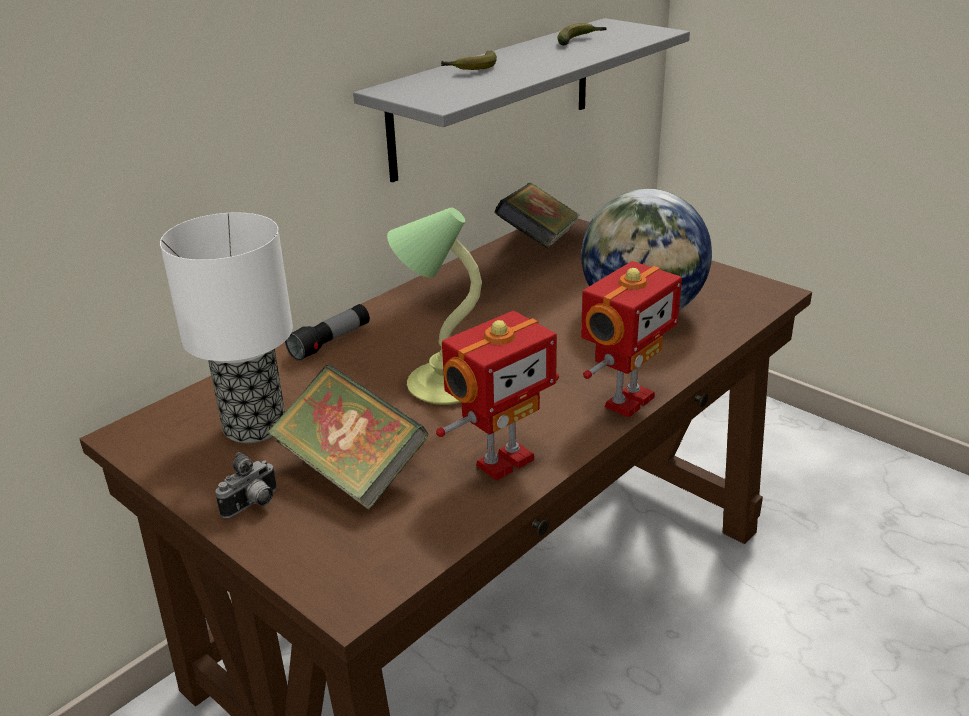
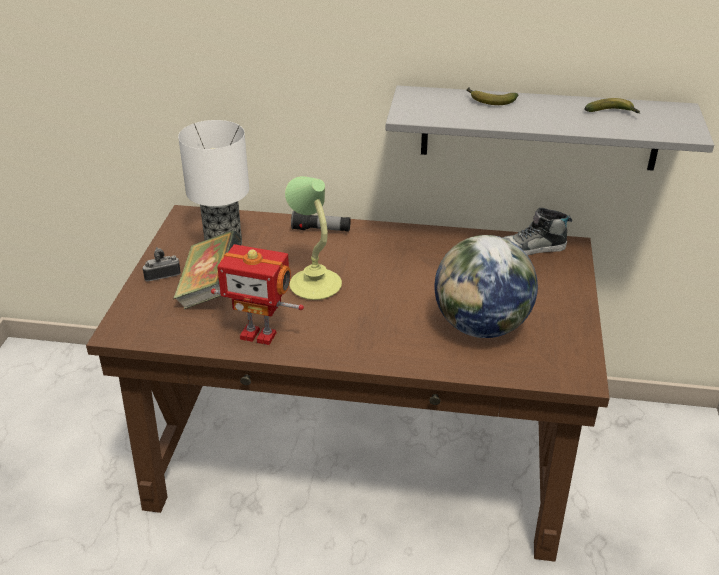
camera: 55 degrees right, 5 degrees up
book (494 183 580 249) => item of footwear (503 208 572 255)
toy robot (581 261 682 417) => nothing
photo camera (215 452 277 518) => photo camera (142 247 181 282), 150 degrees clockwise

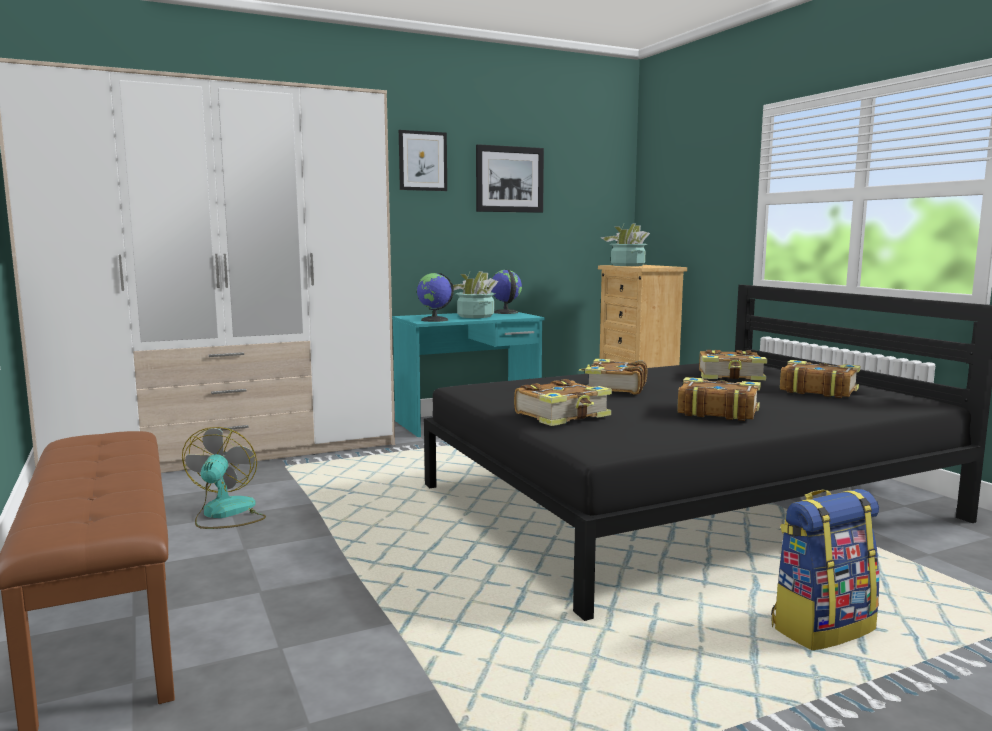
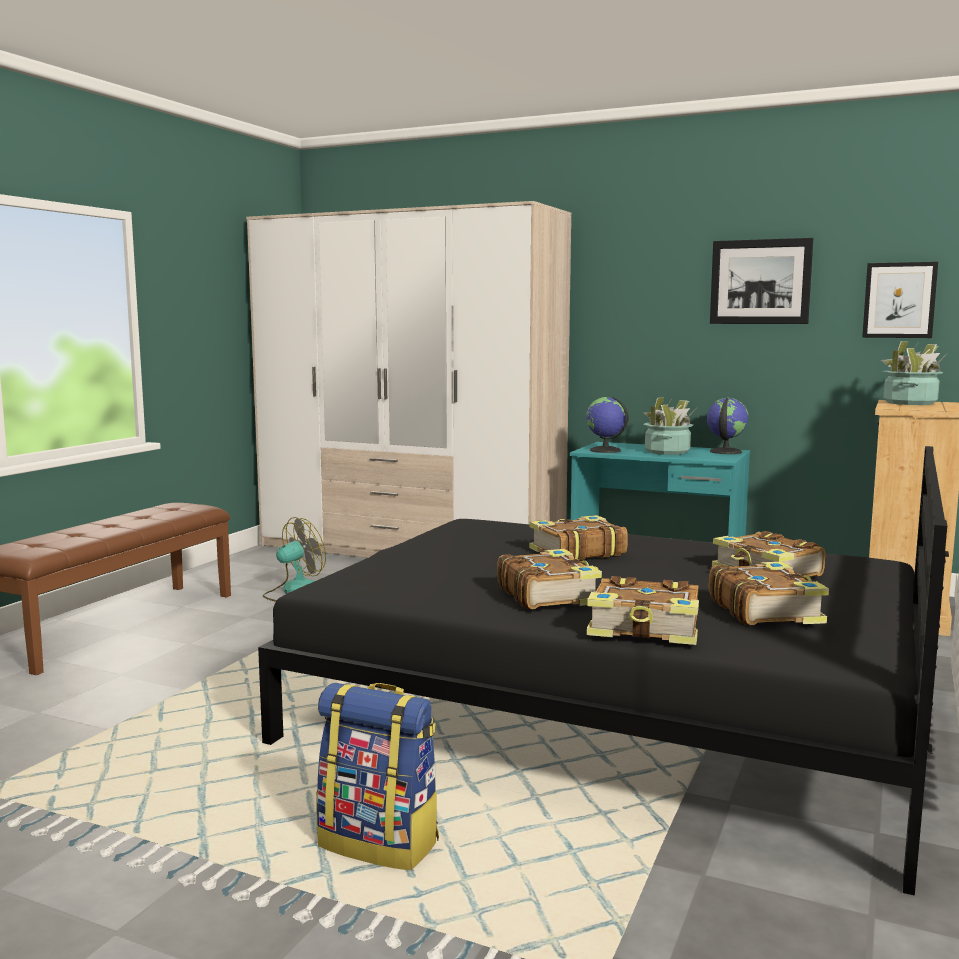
camera: 50 degrees right, 0 degrees up
wall art (399 130 447 191) => wall art (862 262 938 338), shifted
book (514 379 612 426) => book (587 576 699 645), shifted

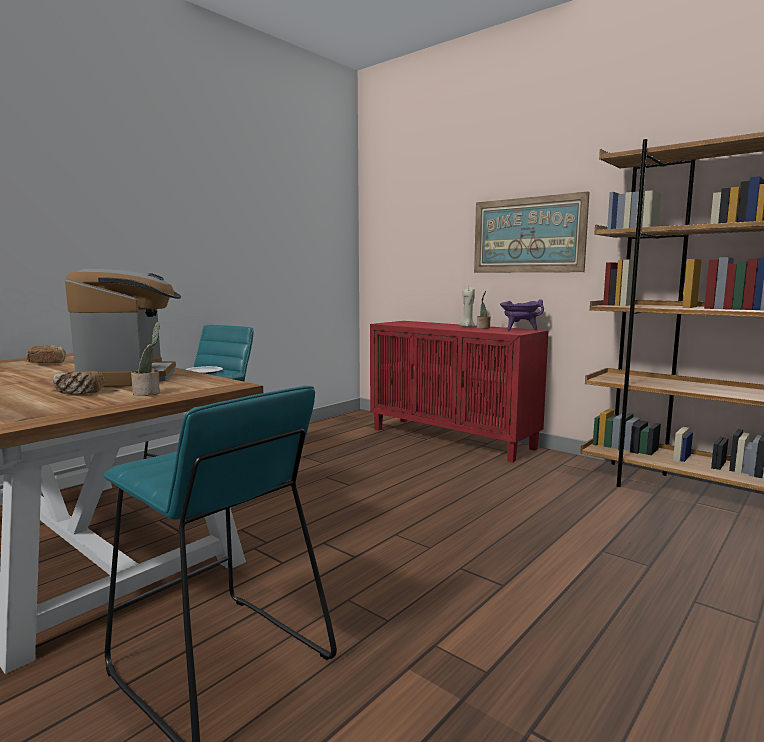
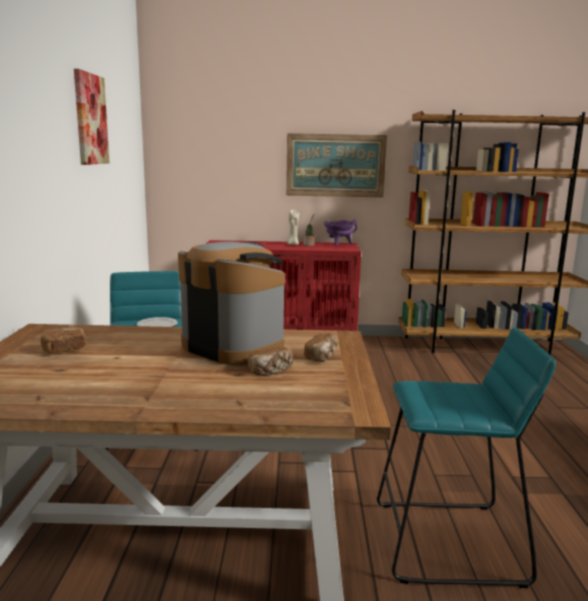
camera: 40 degrees left, 5 degrees up
plant in a pot (131 322 160 396) => baked bread (304 333 337 362)
nothing => wall art (74 69 110 165)

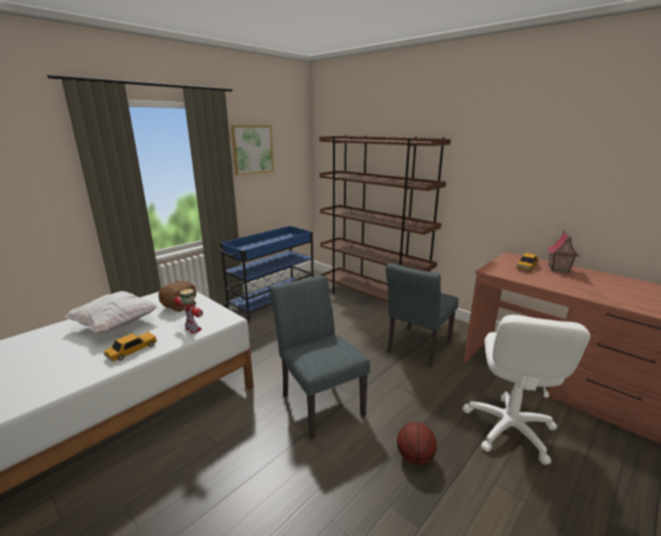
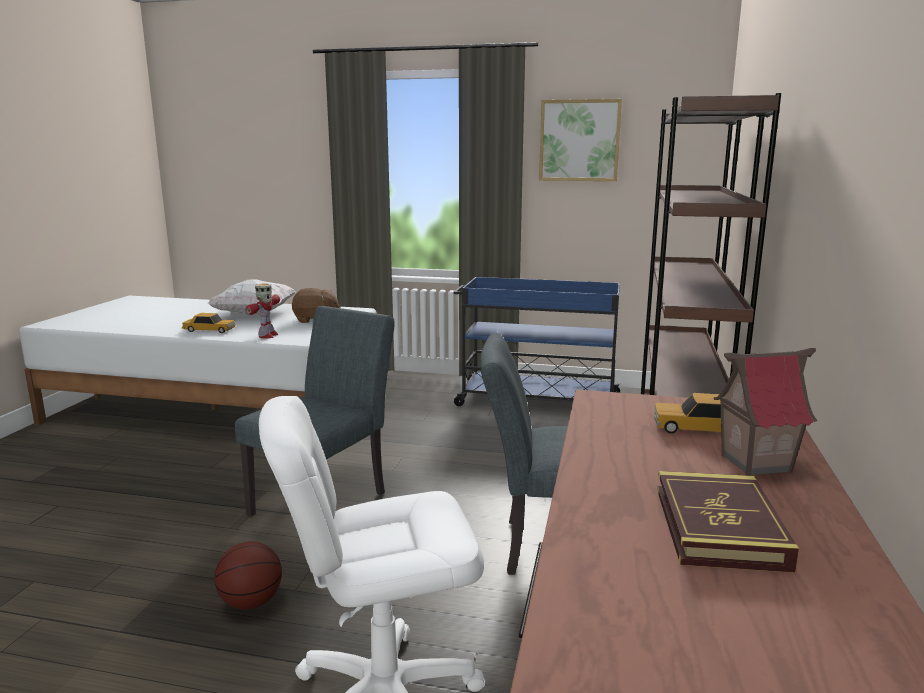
camera: 60 degrees right, 5 degrees down
nothing => book (657 471 799 573)

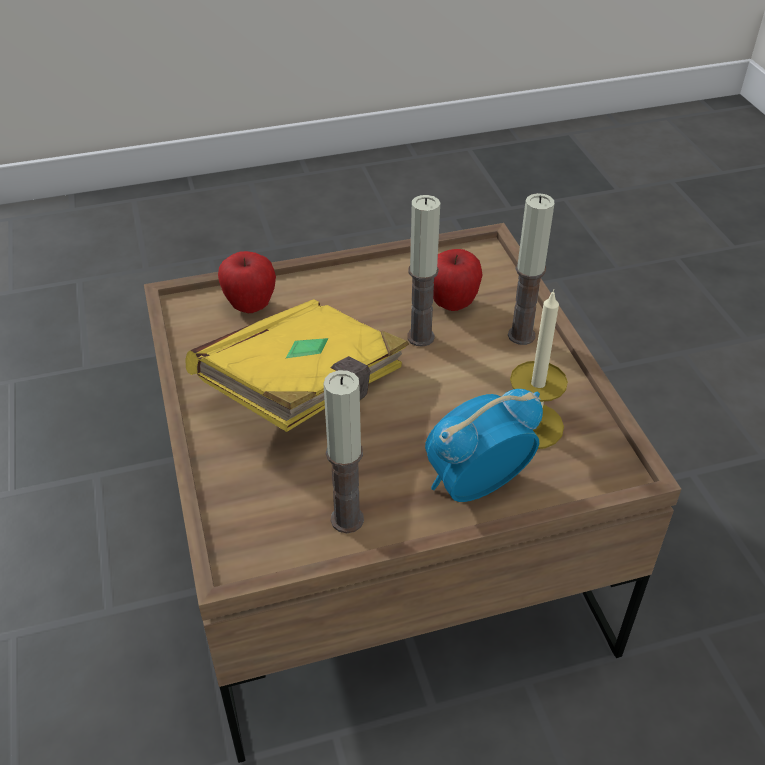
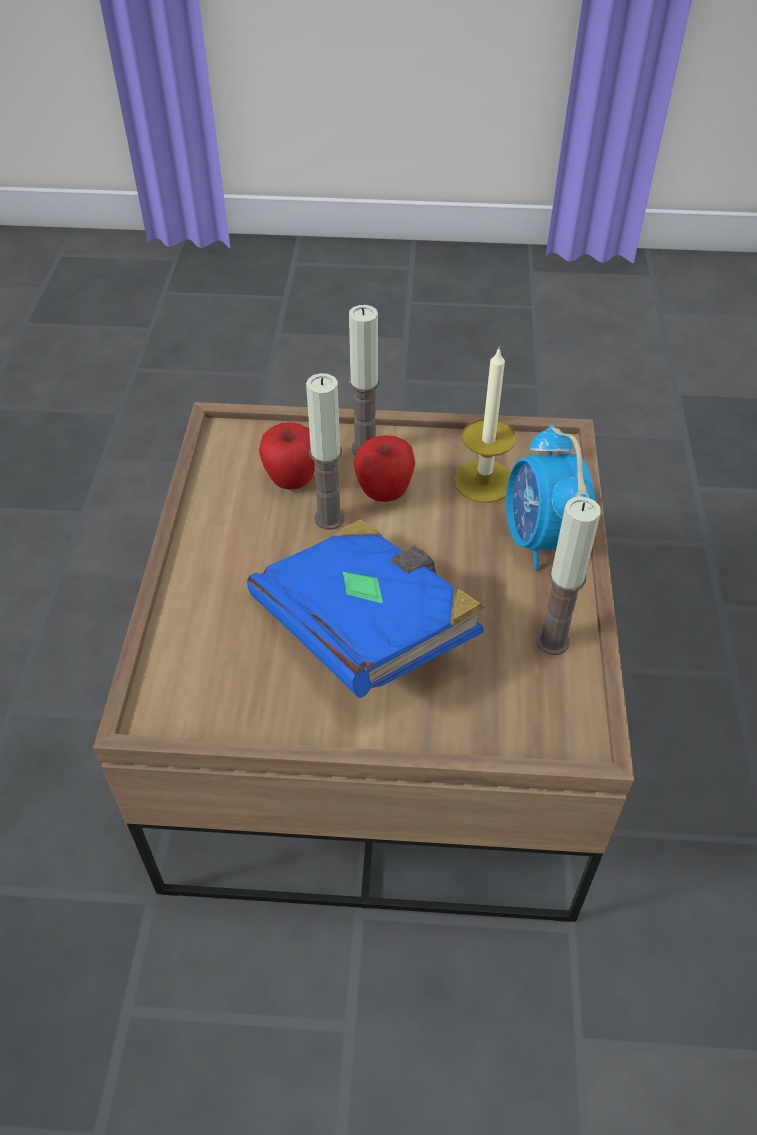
camera: 70 degrees left, 5 degrees up
whole apple (218 251 276 313) => whole apple (353 435 415 502), shifted
yellowish book (186 299 409 432) => blue book (247 519 484 698)

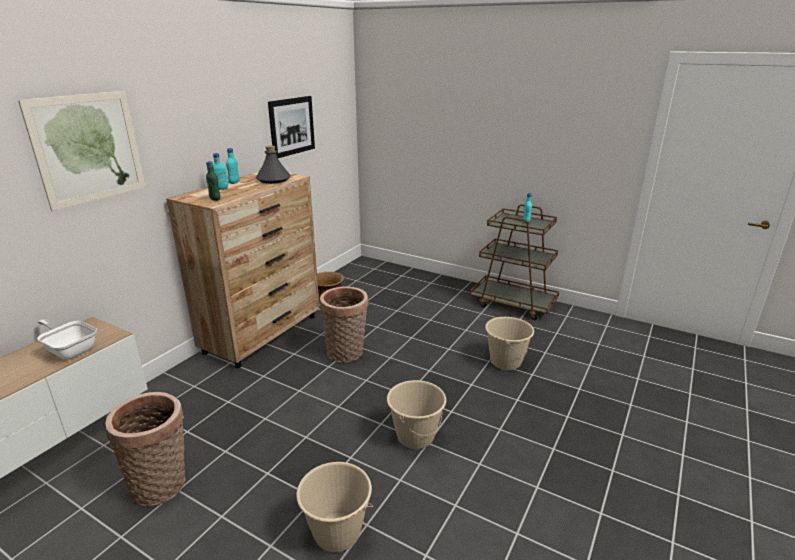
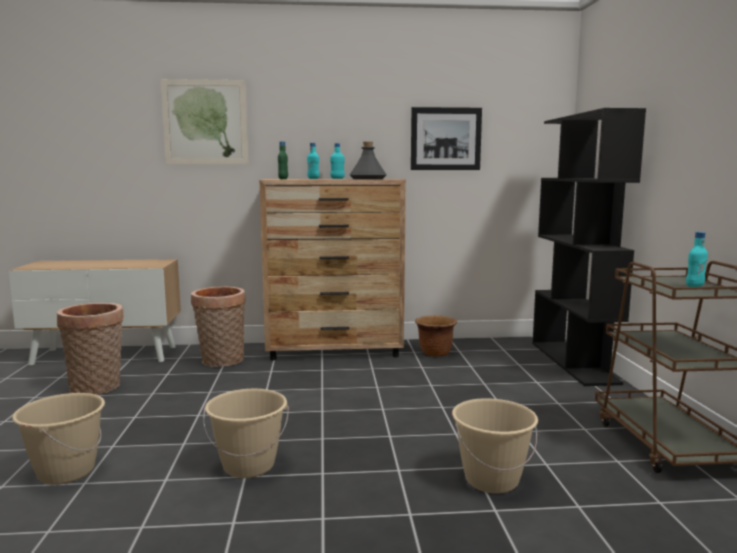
camera: 55 degrees right, 15 degrees down
household basket (320 286 368 362) => household basket (191 286 246 367), shifted
pan (37 319 97 360) => nothing
nothing => blackish shelving unit (532 108 646 386)

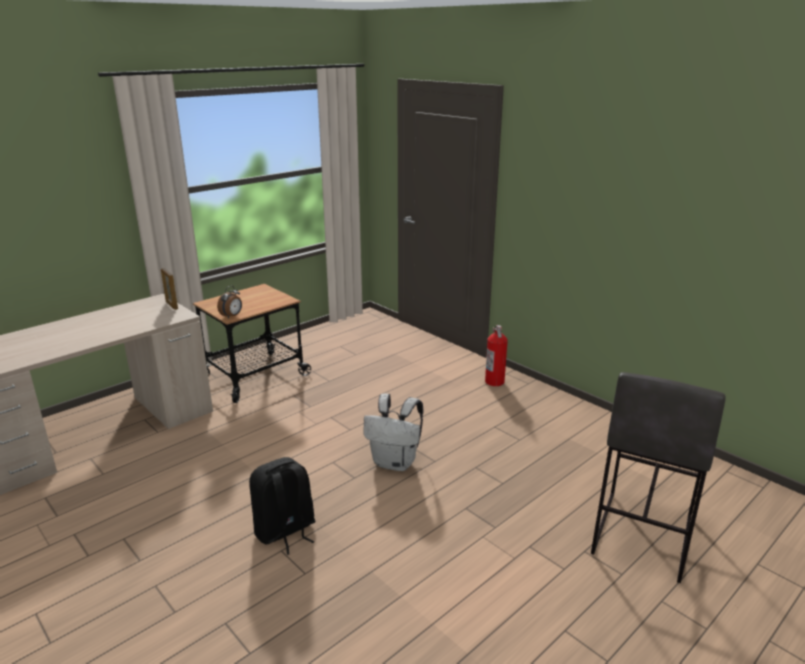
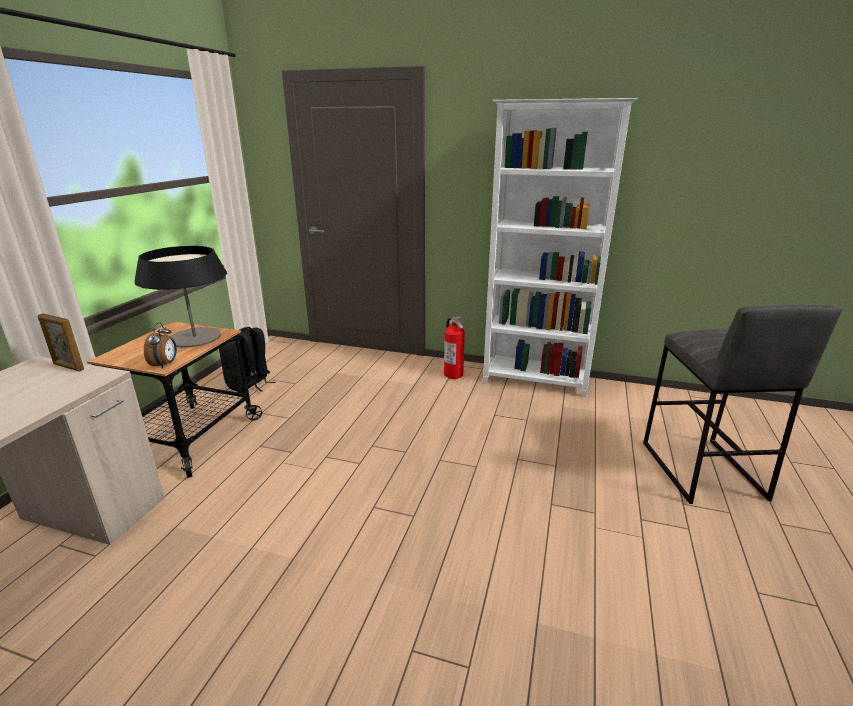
camera: 30 degrees left, 0 degrees up
white-coloured knapsack (363 393 423 471) => nothing
blackish knapsack (249 457 315 555) => blackish knapsack (219 327 276 392), shifted
nothing => white-coloured shelving unit (483 98 638 397)
nothing => lamp for a table (135 246 227 348)

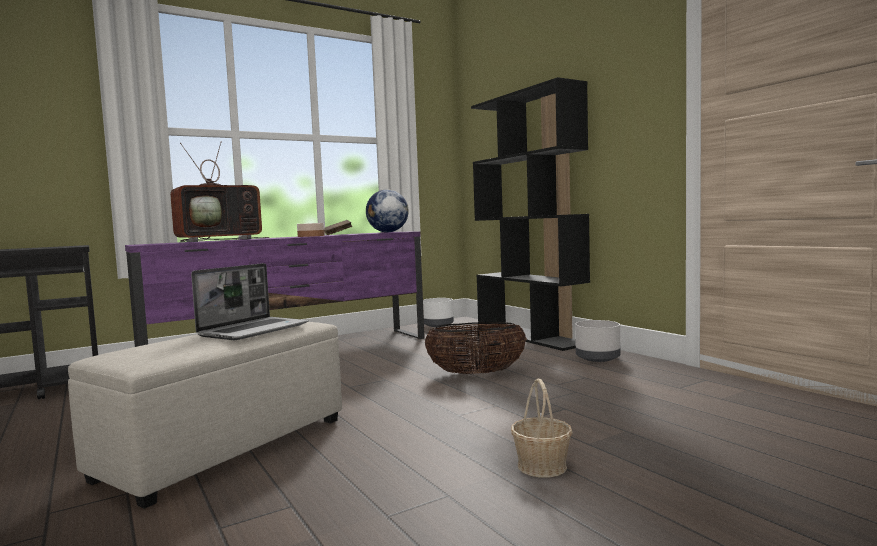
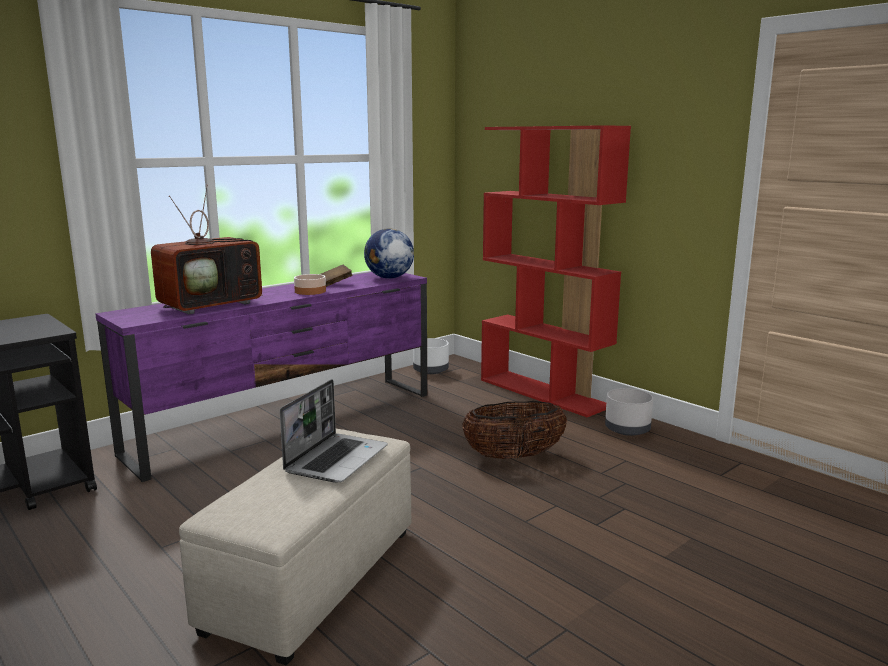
camera: 10 degrees left, 10 degrees up
blackish shelving unit (471 77 590 351) => red-coloured shelving unit (481 125 631 417)
household basket (511 379 573 478) => nothing

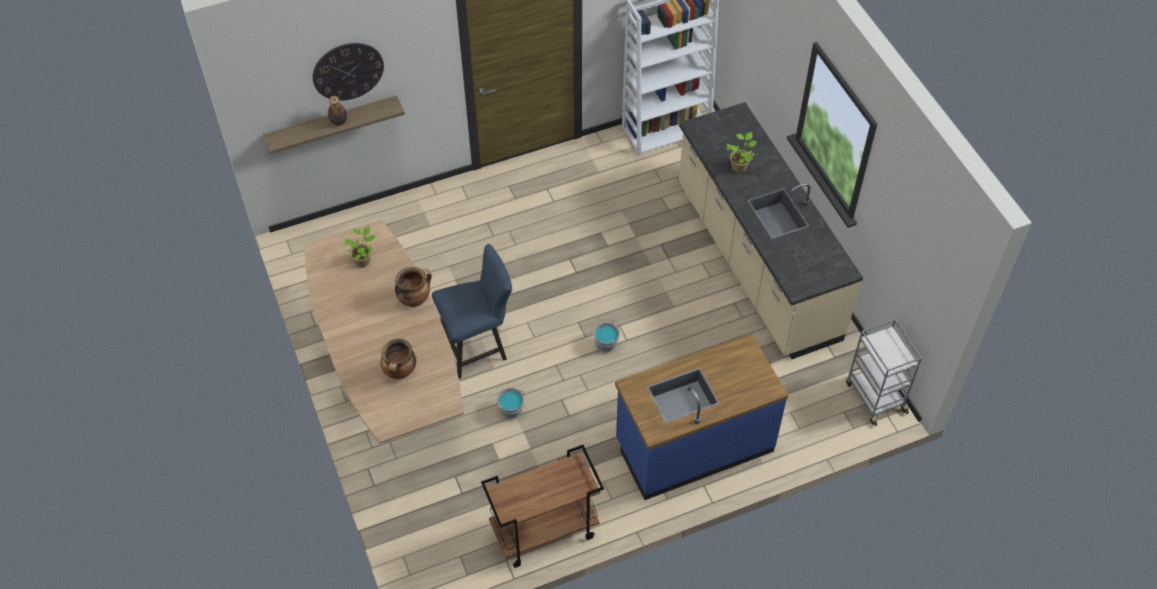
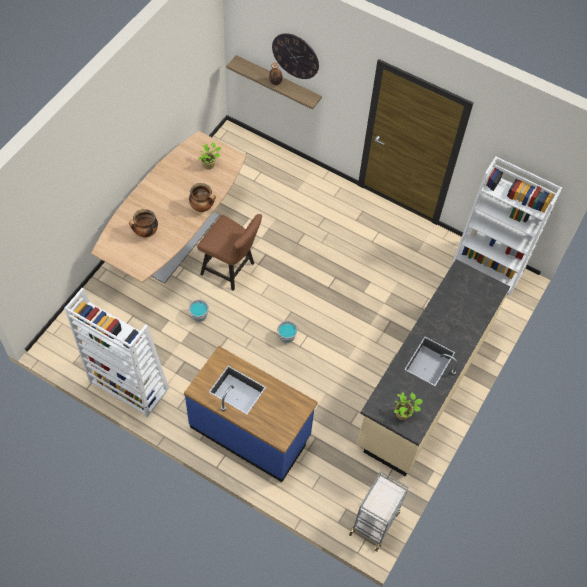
camera: 50 degrees right, 5 degrees up
plant in a pot (726 132 757 173) => plant in a pot (394 392 423 420), shifted
blue chair (432 244 512 379) => brown-coloured chair (197 214 262 291)
brown-coloured trolley (481 445 604 568) => white-coloured shelving unit (64 288 169 417)

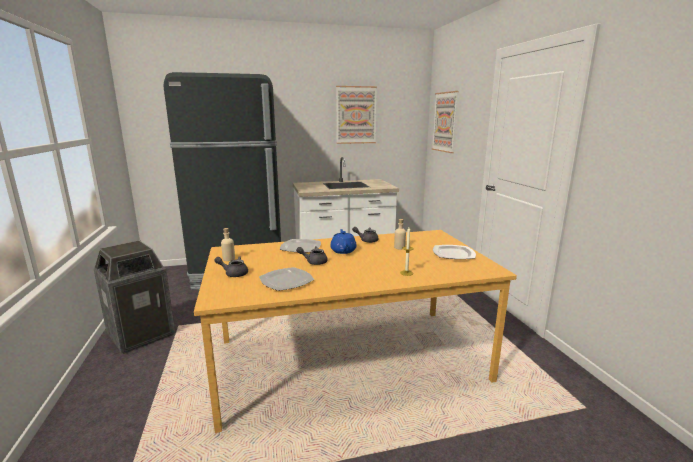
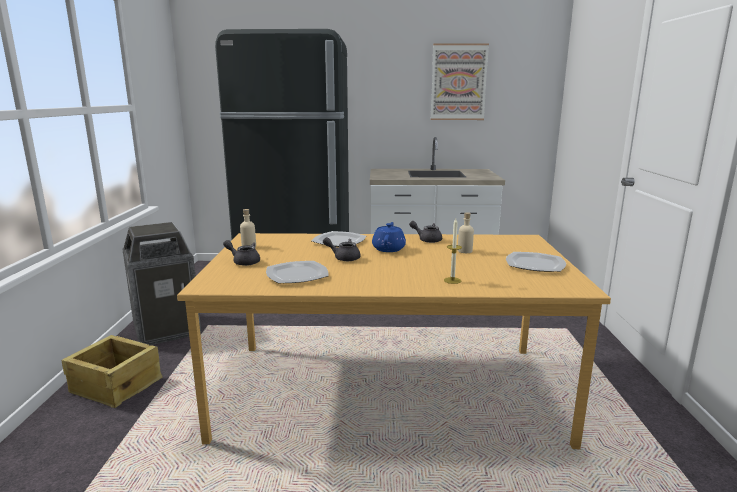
camera: 15 degrees right, 0 degrees up
wall art (432 91 458 153) => nothing
nothing => shipping crate (62 335 162 408)

